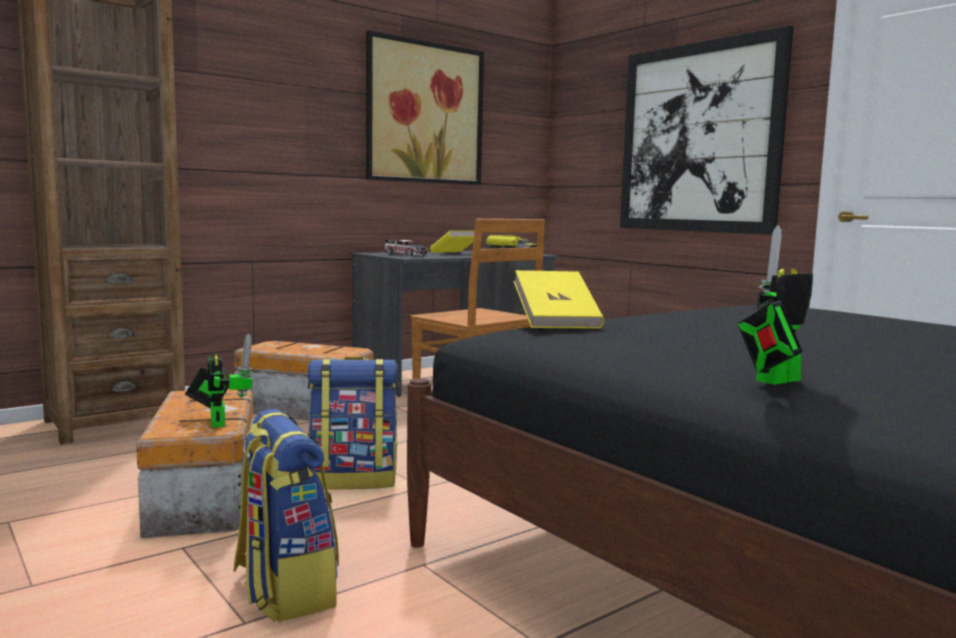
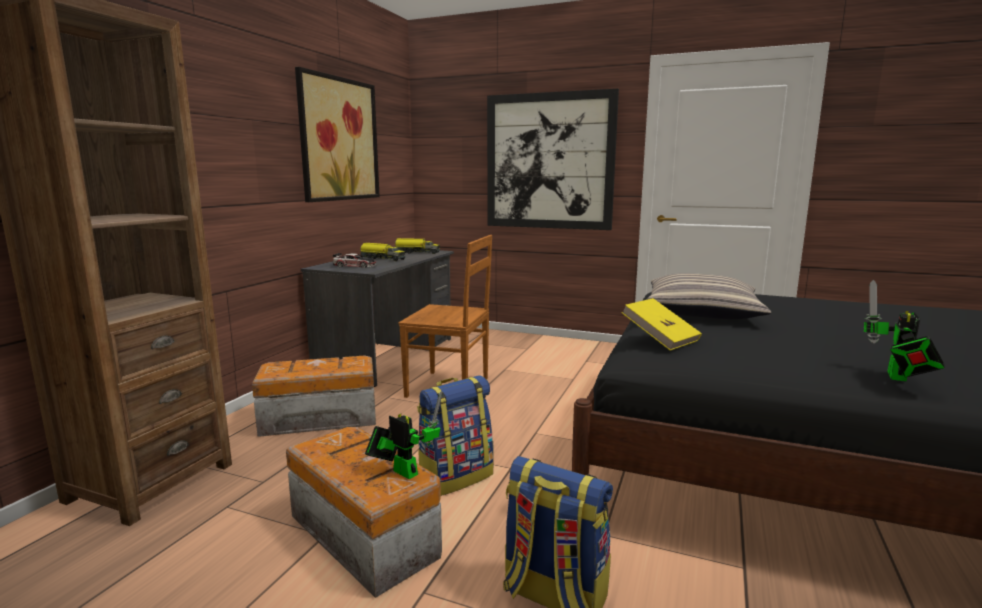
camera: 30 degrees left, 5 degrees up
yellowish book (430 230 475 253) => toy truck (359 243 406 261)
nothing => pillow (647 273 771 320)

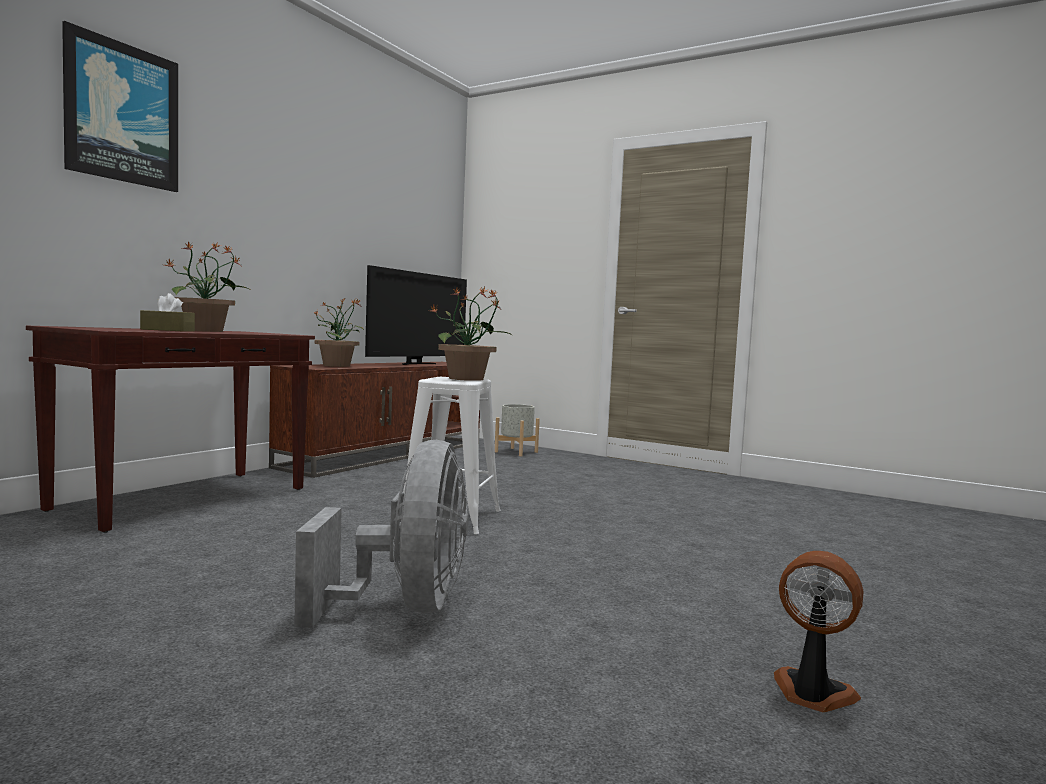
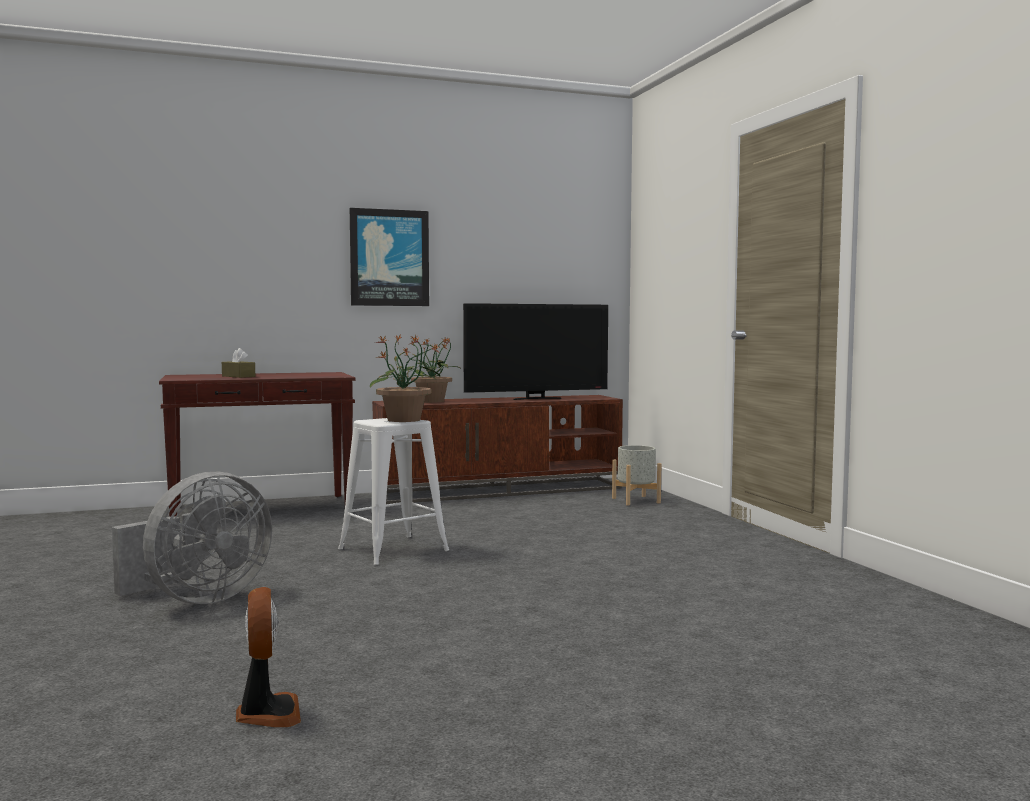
camera: 40 degrees right, 0 degrees up
wall art (62 21 178 192) => wall art (350 208 429 306), shifted
plant in a pot (165 242 249 332) => nothing

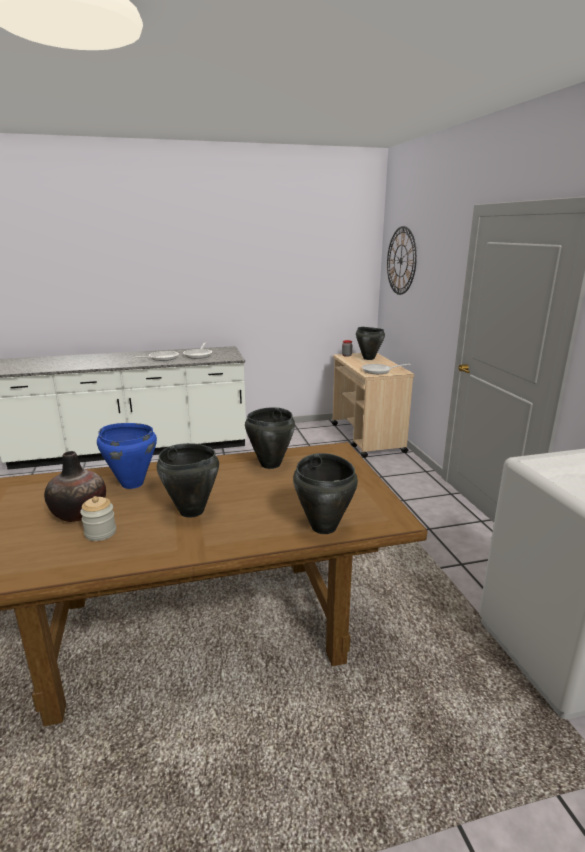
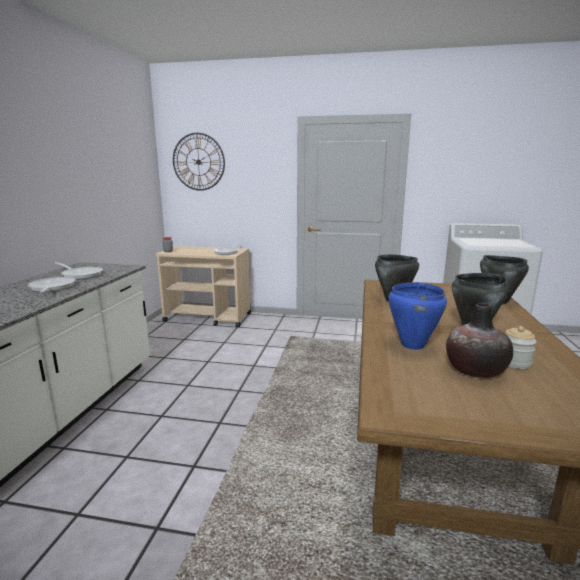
camera: 65 degrees left, 5 degrees down
blackish stockpot (356 327 385 360) => nothing

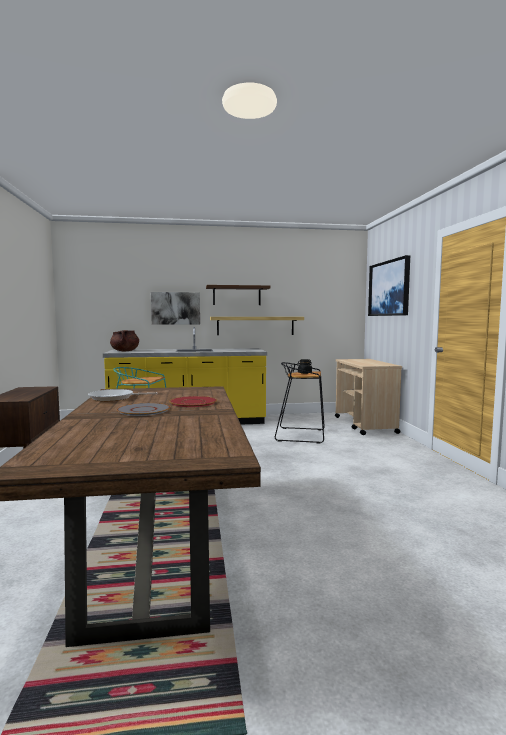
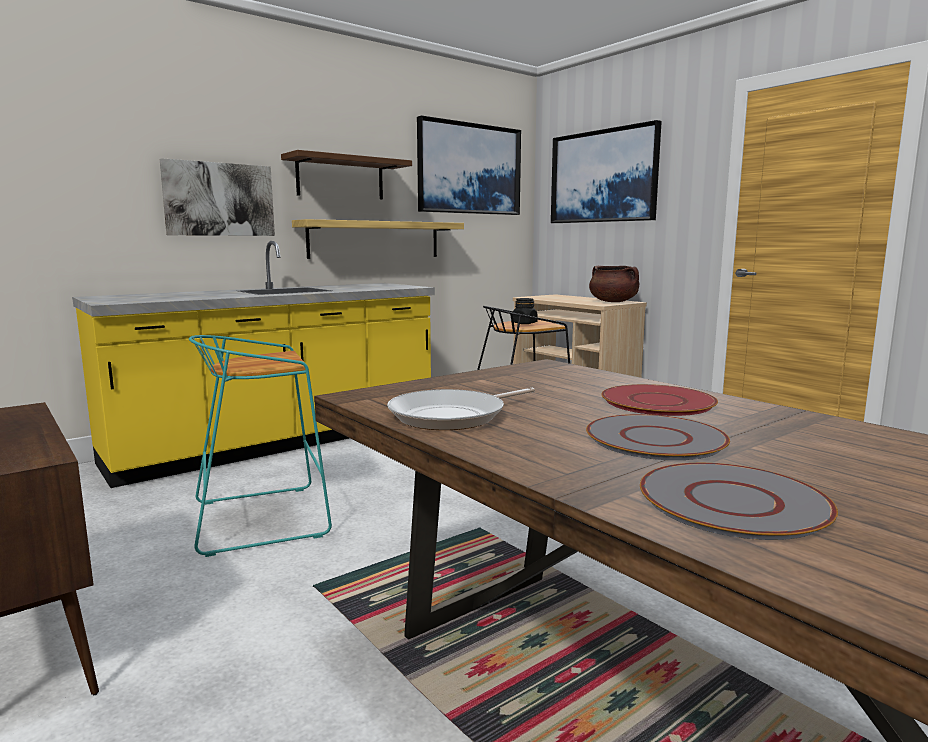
camera: 30 degrees left, 5 degrees up
brown-coloured stockpot (110 330 139 351) => brown-coloured stockpot (589 266 639 302), shifted
nothing => wall art (417 115 521 215)
nothing => greyish plate (640 463 838 540)

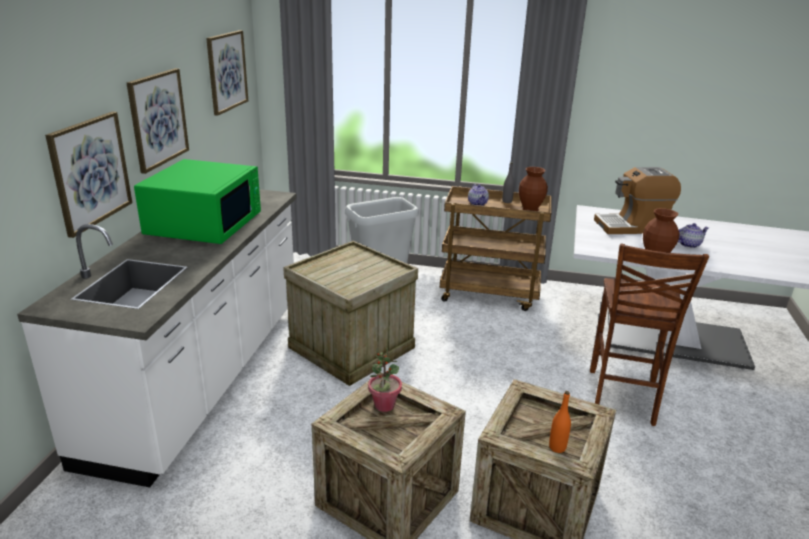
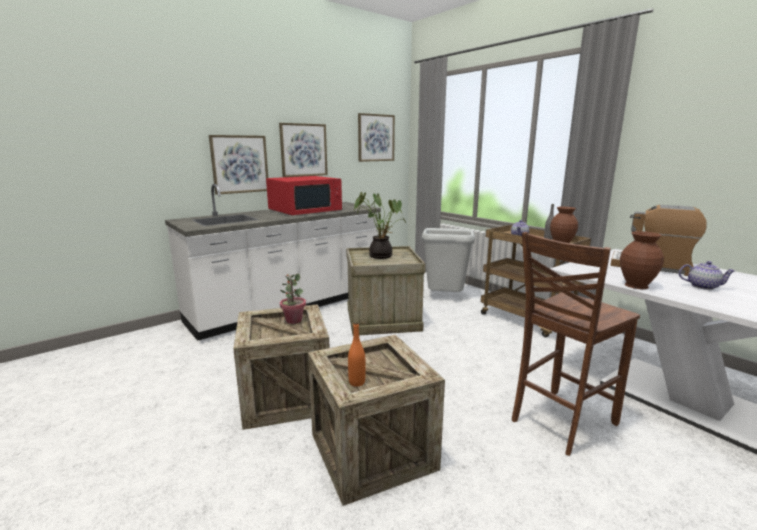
camera: 40 degrees right, 10 degrees down
green microwave (134 159 261 244) => red-coloured microwave (266 176 342 215)
nothing => plant in a pot (354 192 406 259)

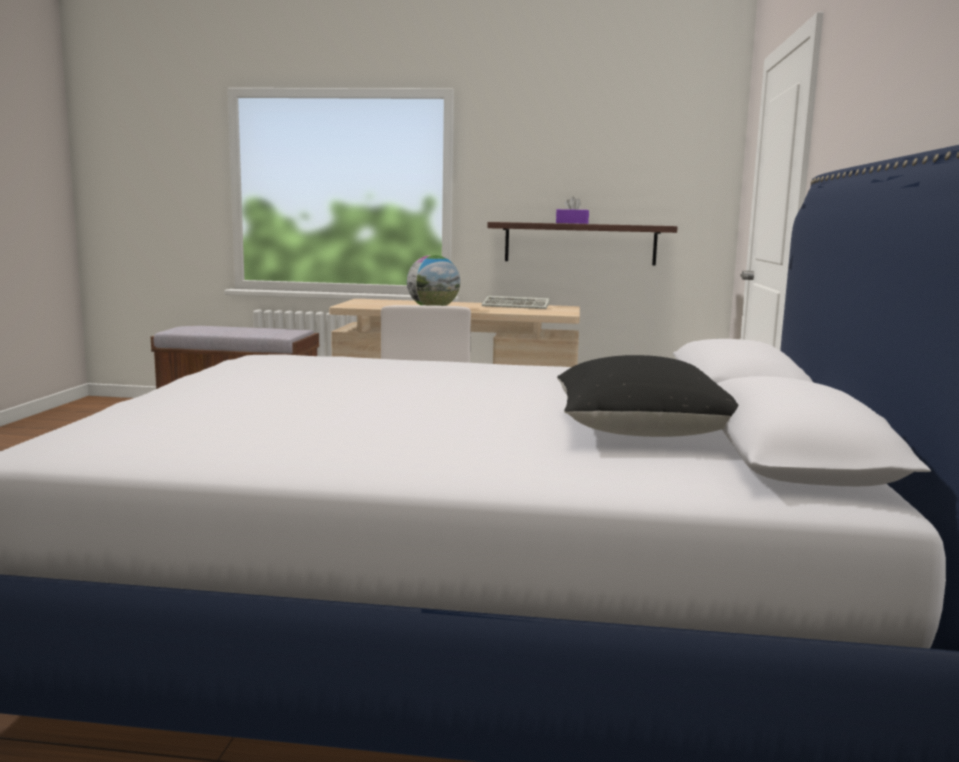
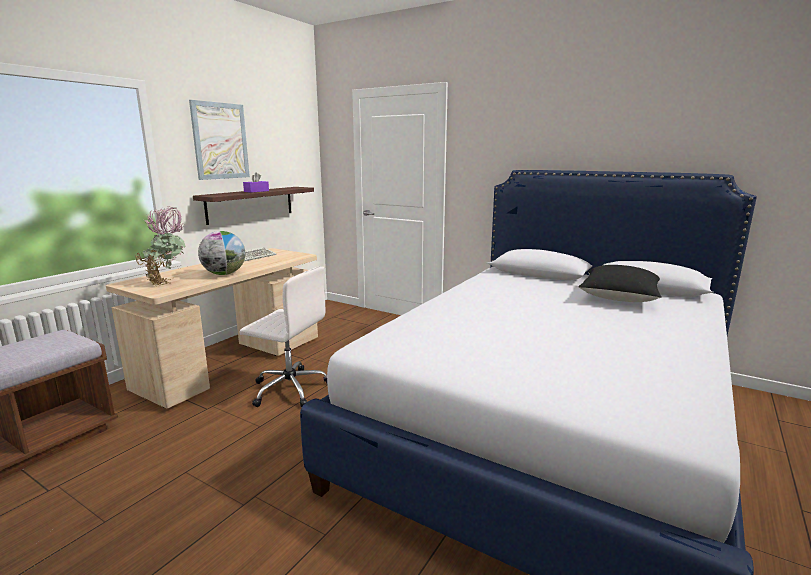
camera: 65 degrees left, 5 degrees up
nothing => wall art (189 100 250 180)
nothing => plant in a pot (136 206 186 286)

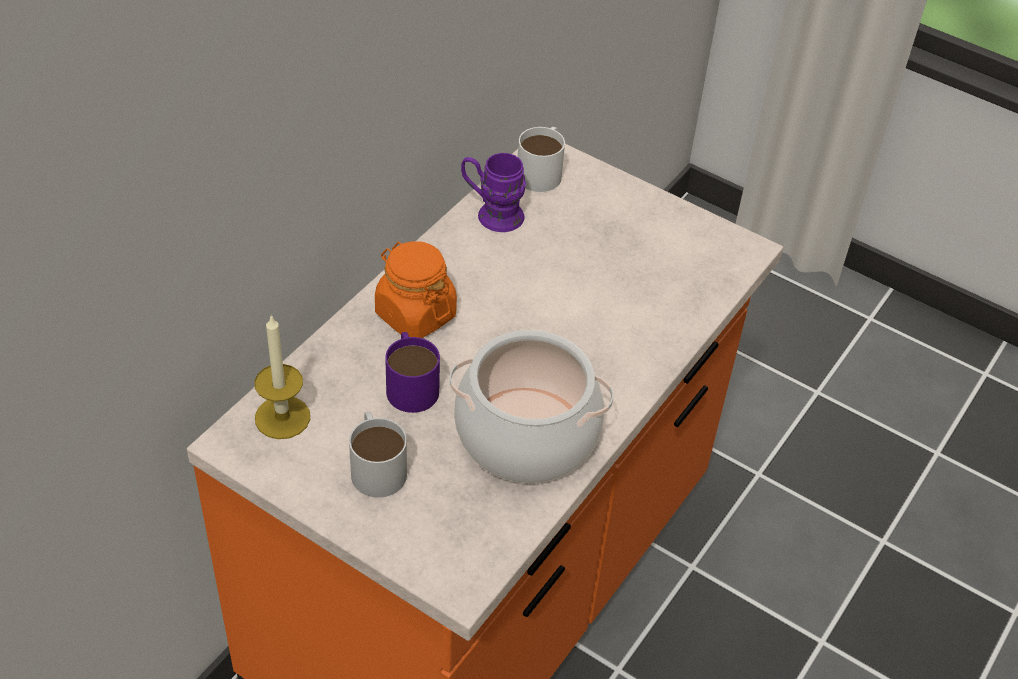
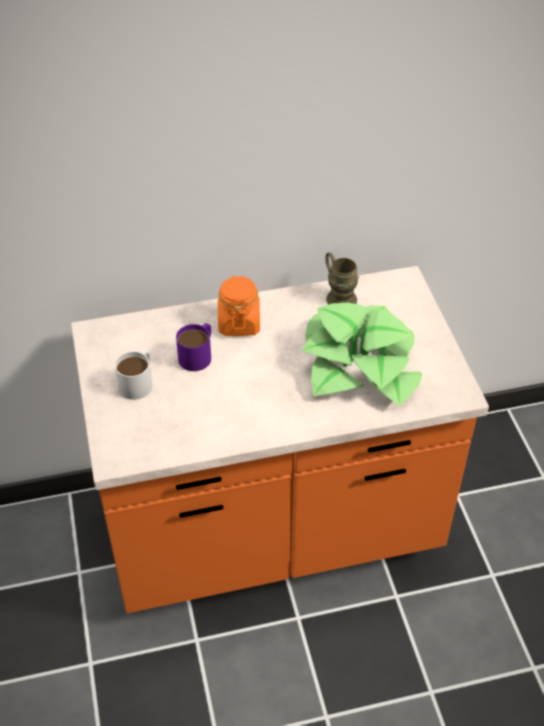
camera: 45 degrees right, 0 degrees up
white-coloured mug (518 127 565 192) => nothing
purplish mug (461 153 526 232) => brown-coloured mug (326 252 359 305)
wax candle (254 314 310 439) => nothing
stockpot (449 330 614 483) => nothing
nothing => plant in a pot (302 302 422 406)

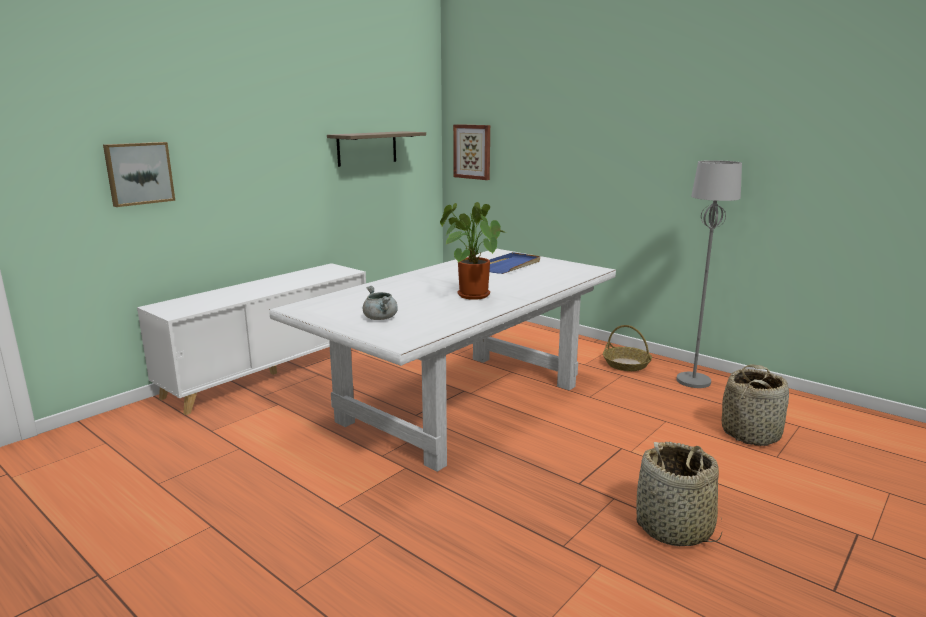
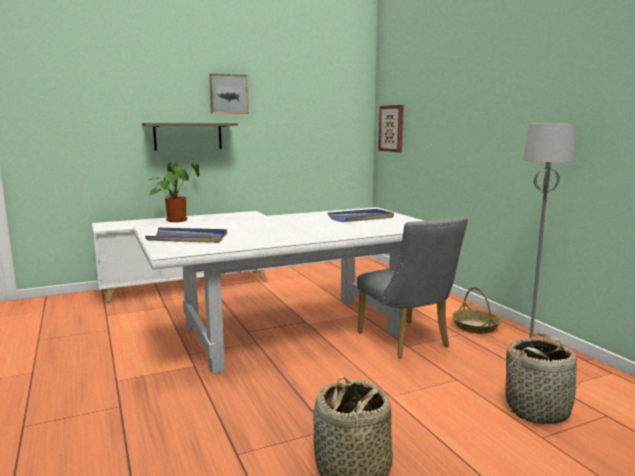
camera: 25 degrees right, 5 degrees down
shelf (327 131 426 167) => shelf (142 123 238 150), shifted
wall art (103 142 175 207) => wall art (209 74 249 114), shifted
plant in a pot (440 202 506 300) => plant in a pot (148 162 200 222), shifted
greyish stockpot (363 286 398 320) => blue tray (145 228 227 243)
nothing => greyish chair (357 216 468 358)

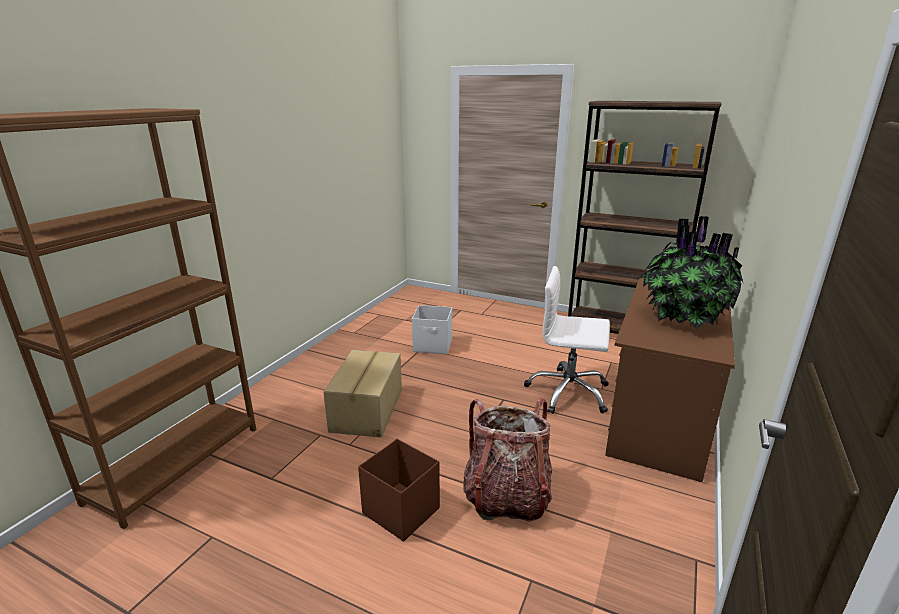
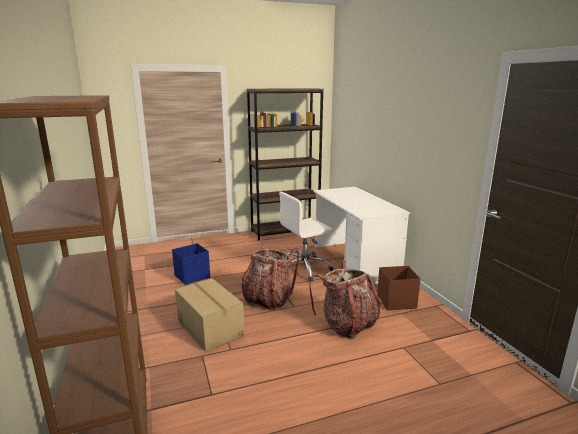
camera: 45 degrees left, 5 degrees down
plant in a pot (638 216 743 329) => nothing
brown-coloured desk unit (605 278 735 482) => white-coloured desk unit (313 187 410 284)
white-coloured storage container (412 305 452 354) => blue storage container (172 243 210 285)
brown-coloured storage container (358 439 440 542) => brown-coloured storage container (377 266 421 310), shifted
nothing => knapsack (242 245 299 310)

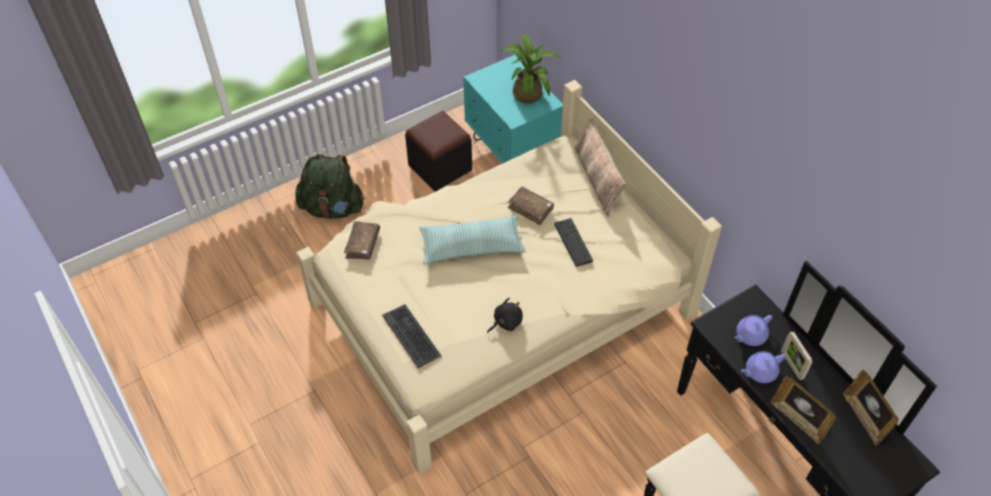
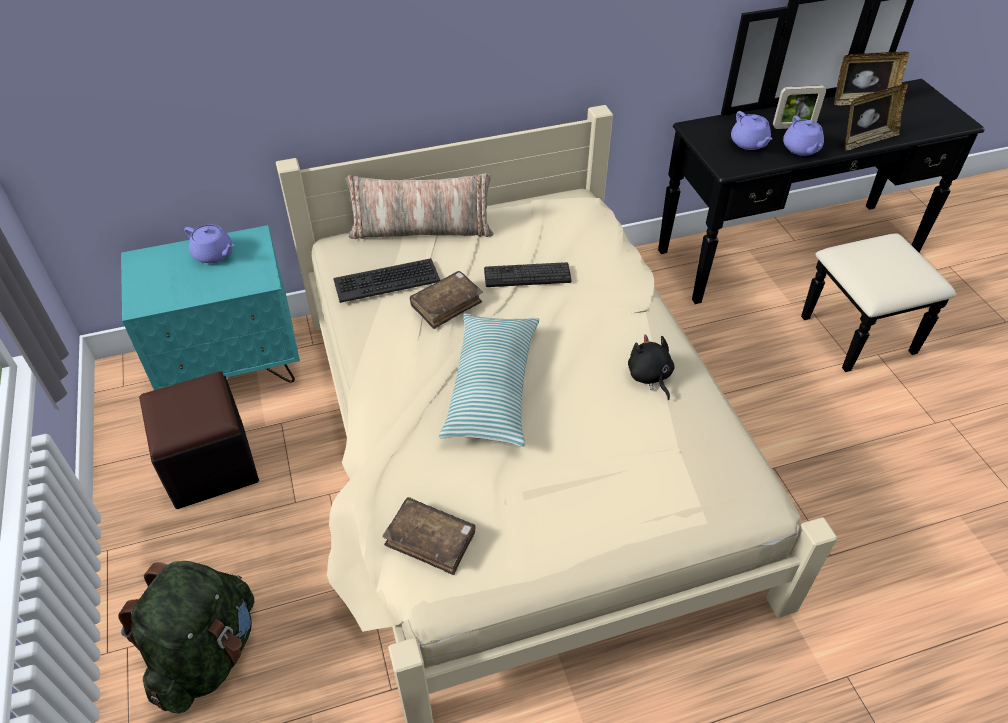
camera: 75 degrees left, 5 degrees down
plant in a pot (501 33 561 104) => purplish teapot (184 224 234 263)
computer keyboard (382 304 441 368) => computer keyboard (333 258 440 303), shifted

